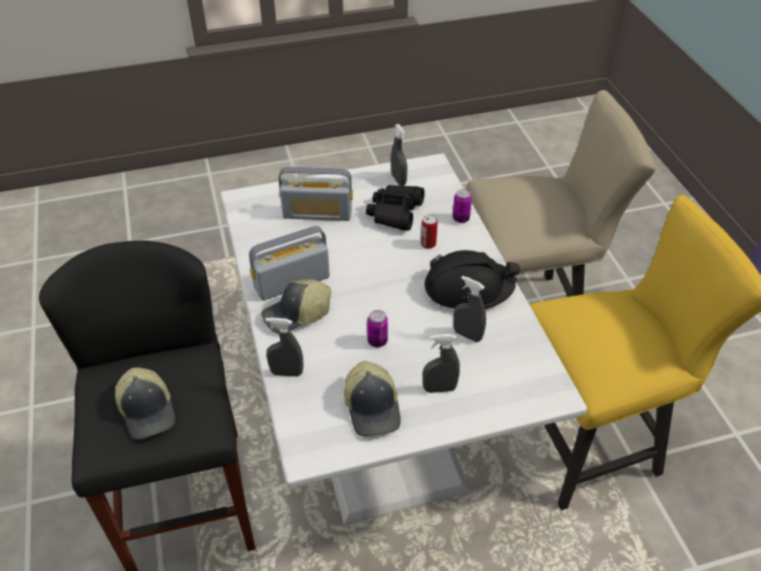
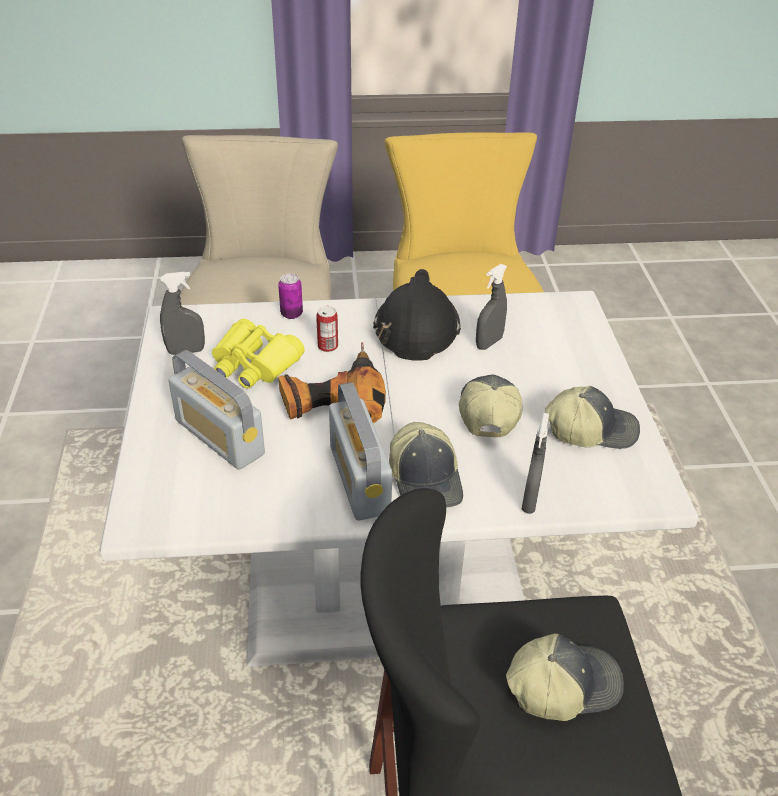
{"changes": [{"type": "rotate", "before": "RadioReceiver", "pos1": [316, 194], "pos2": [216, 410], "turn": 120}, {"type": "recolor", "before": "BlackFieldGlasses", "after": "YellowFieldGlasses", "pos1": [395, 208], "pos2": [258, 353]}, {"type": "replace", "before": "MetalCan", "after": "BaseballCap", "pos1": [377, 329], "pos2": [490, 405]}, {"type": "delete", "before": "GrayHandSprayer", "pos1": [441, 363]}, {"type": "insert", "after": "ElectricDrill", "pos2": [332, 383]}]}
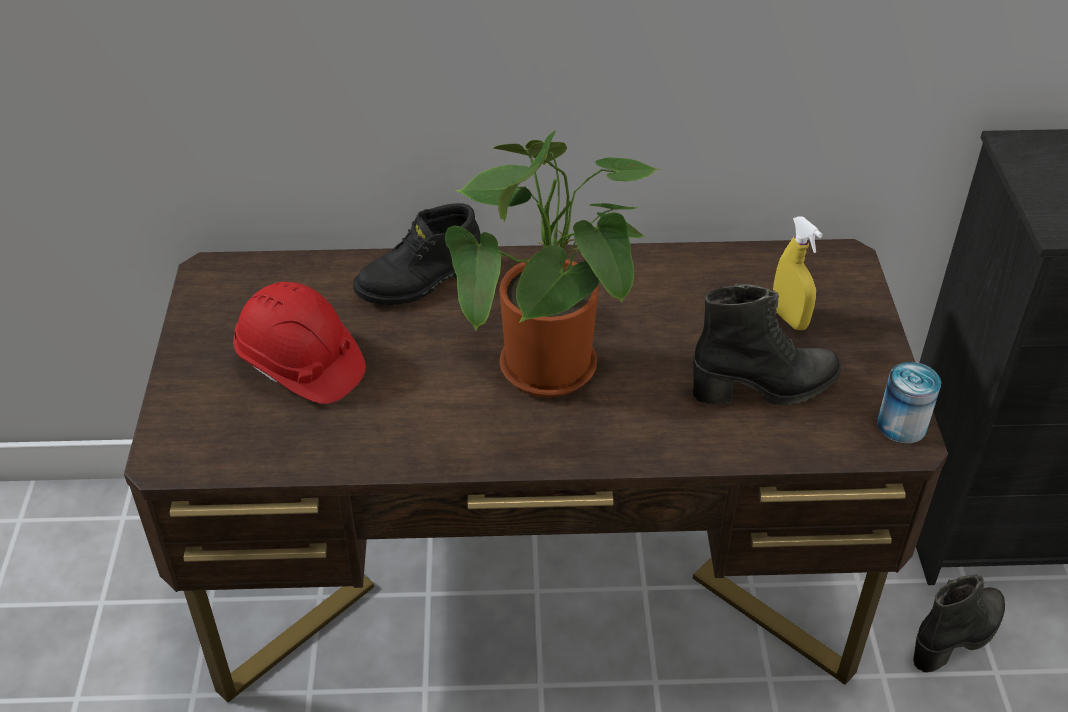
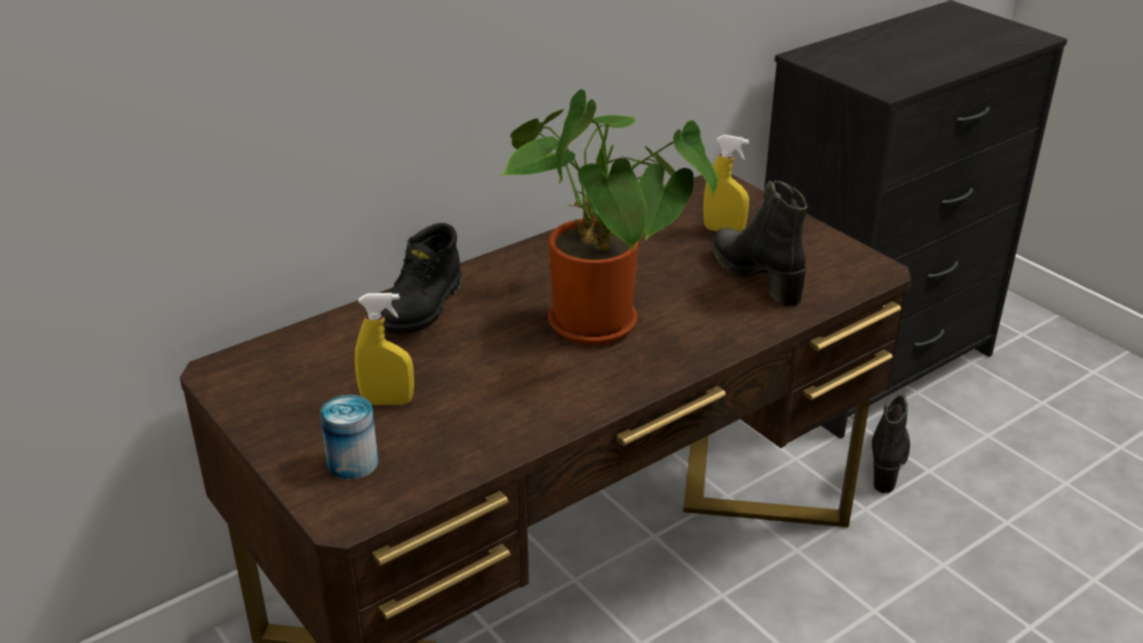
{"changes": [{"type": "replace", "before": "ReddishWorkHelmet", "after": "YellowHandSprayer", "pos1": [299, 343], "pos2": [384, 349]}, {"type": "rotate", "before": "BlackBoot", "pos1": [767, 344], "pos2": [760, 243], "turn": -75}, {"type": "move", "before": "MetalCan", "pos1": [909, 403], "pos2": [349, 437]}]}
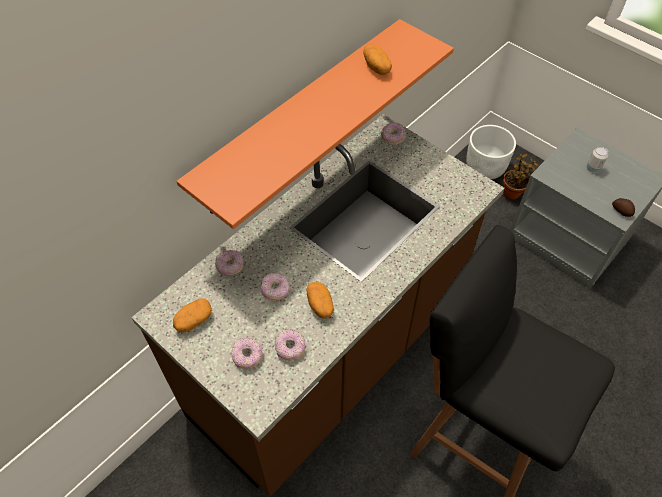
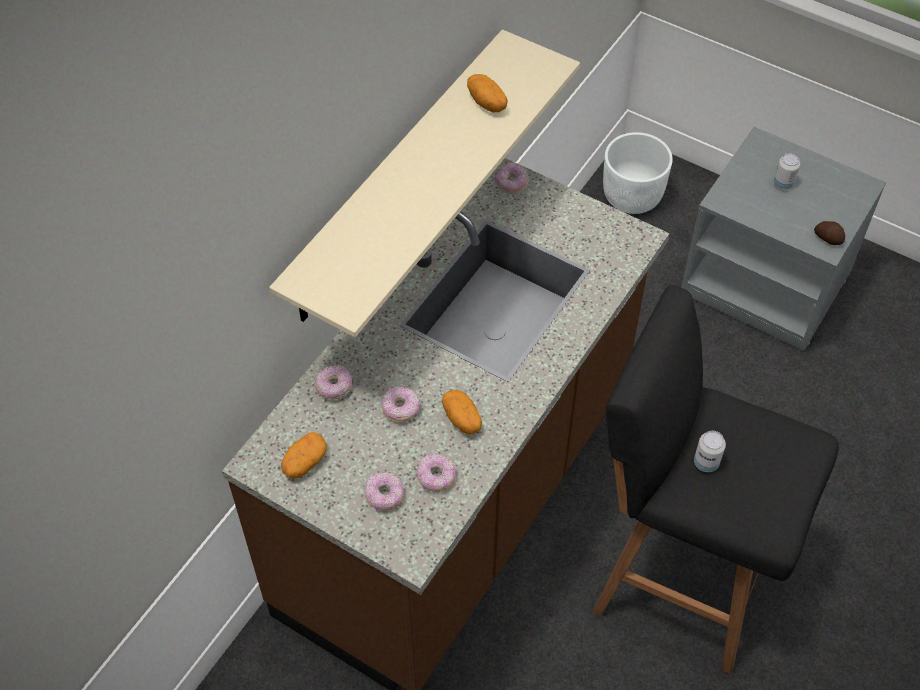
{"changes": [{"type": "recolor", "before": "OrangeyBracketShelf", "after": "SandColouredBracketShelf", "pos1": [315, 124], "pos2": [424, 183]}, {"type": "delete", "before": "Houseplant", "pos1": [521, 176]}, {"type": "insert", "after": "MetalCan", "pos2": [710, 451]}]}
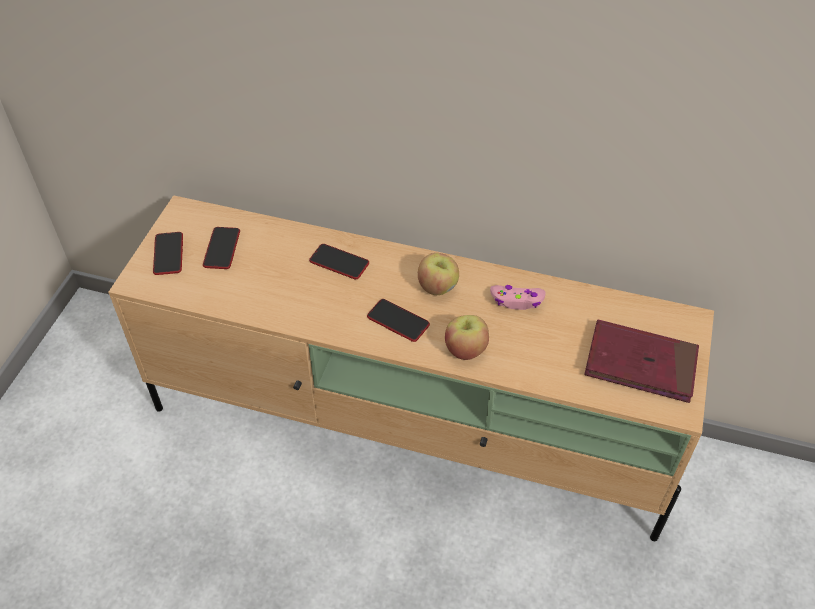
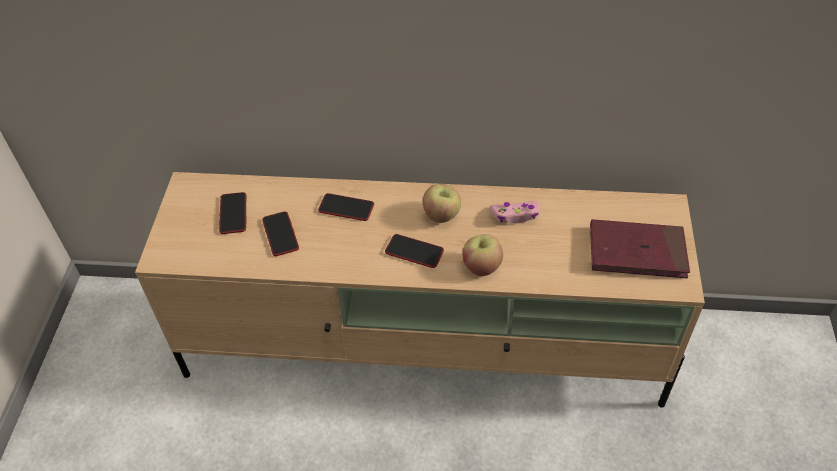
{"changes": [{"type": "move", "before": "Phone", "pos1": [168, 253], "pos2": [280, 233]}]}
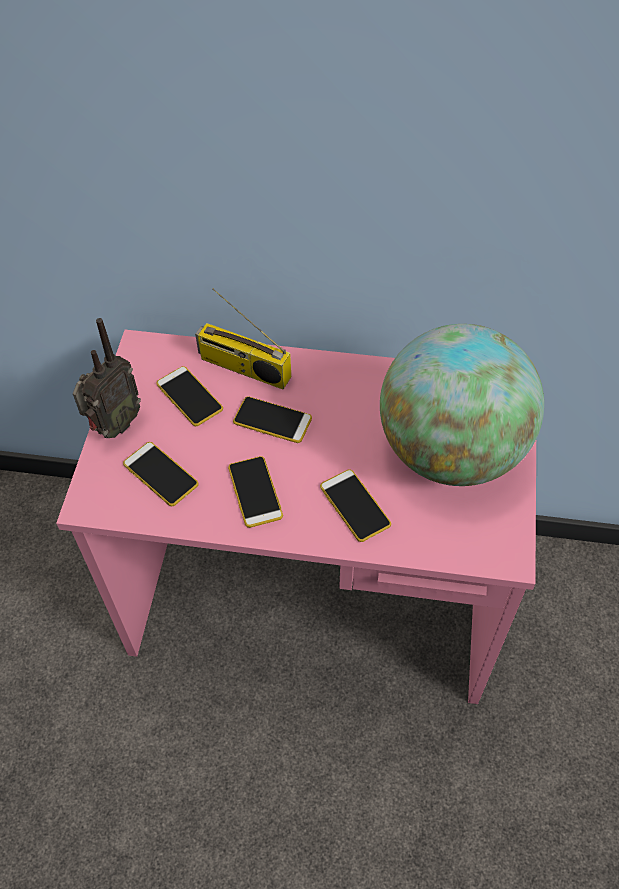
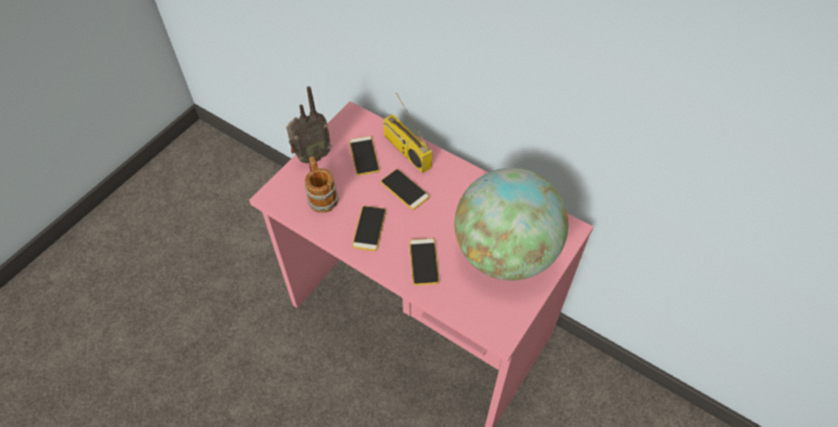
{"changes": [{"type": "replace", "before": "Phone", "after": "TeaMug", "pos1": [161, 474], "pos2": [322, 184]}]}
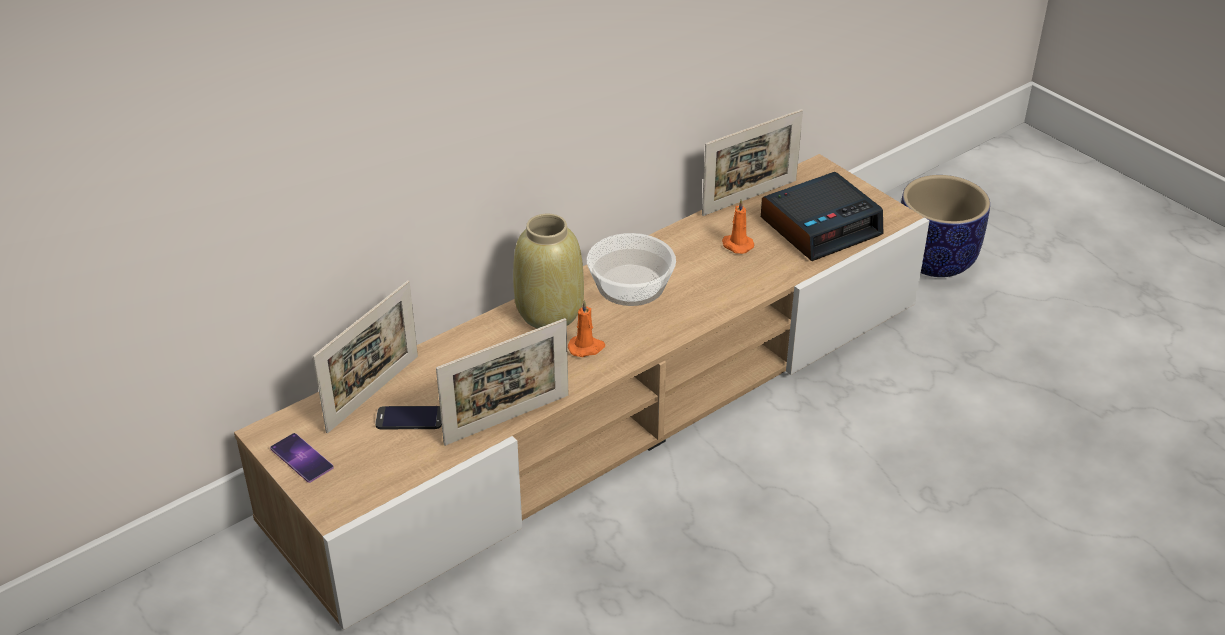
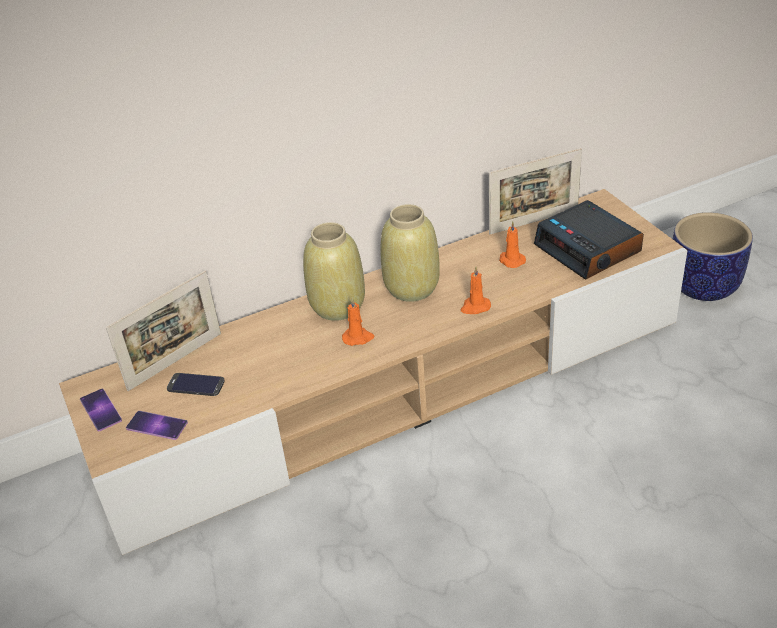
{"changes": [{"type": "rotate", "before": "BedsideClock", "pos1": [822, 216], "pos2": [589, 239], "turn": 75}, {"type": "replace", "before": "Bowl", "after": "SandColouredVase", "pos1": [631, 269], "pos2": [410, 253]}, {"type": "delete", "before": "StandingFrame", "pos1": [502, 382]}, {"type": "insert", "after": "OrangeyCandle", "pos2": [475, 290]}, {"type": "insert", "after": "Phone", "pos2": [157, 425]}]}
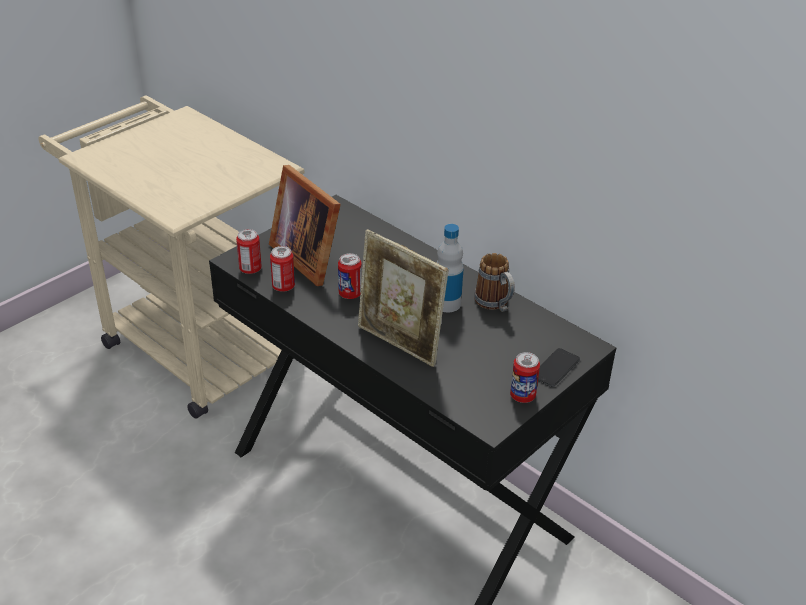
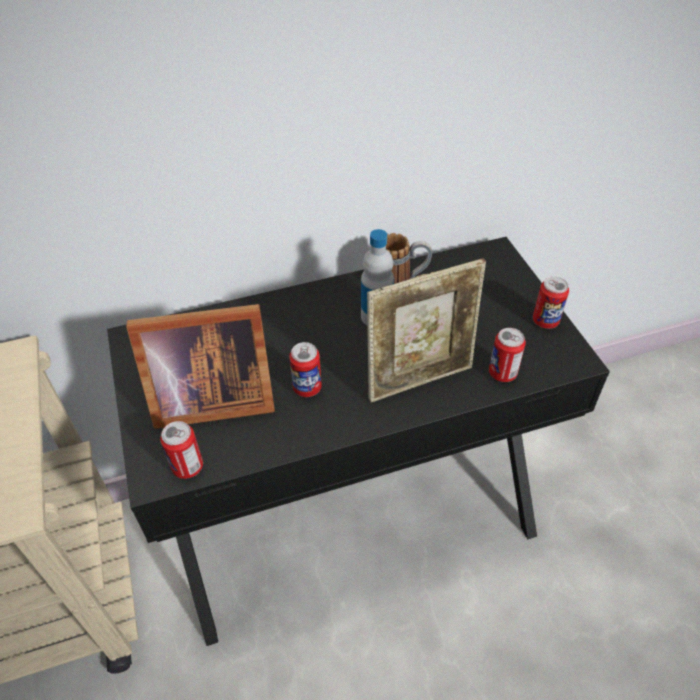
{"changes": [{"type": "move", "before": "MetalCan", "pos1": [282, 269], "pos2": [507, 355]}, {"type": "delete", "before": "Phone", "pos1": [559, 367]}]}
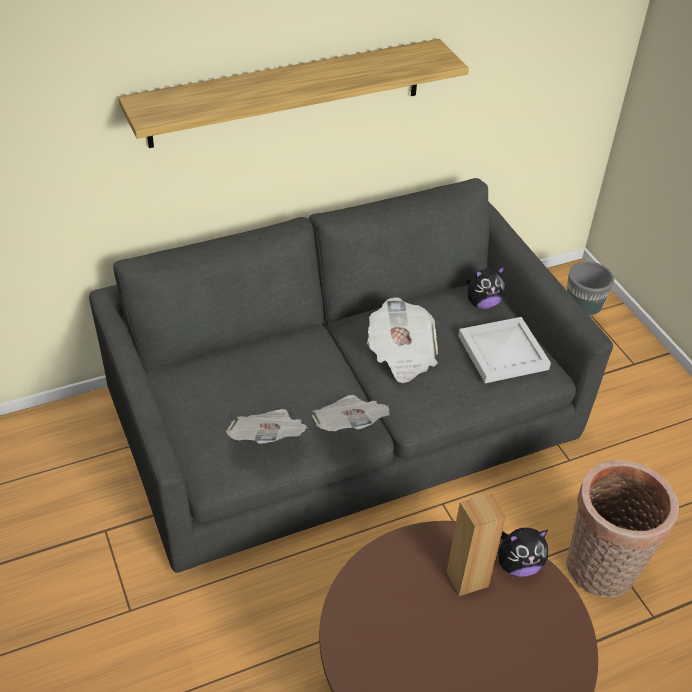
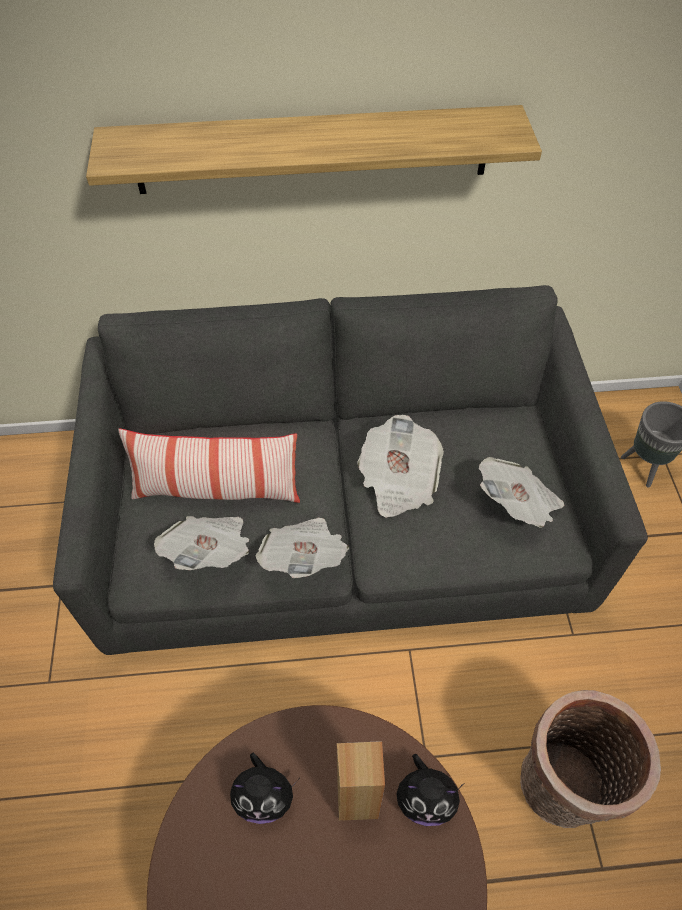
{"changes": [{"type": "move", "before": "CuddlyToy", "pos1": [486, 287], "pos2": [264, 788]}, {"type": "replace", "before": "WhiteTray", "after": "PrintedPaper", "pos1": [504, 350], "pos2": [521, 492]}, {"type": "insert", "after": "Pillow", "pos2": [209, 466]}]}
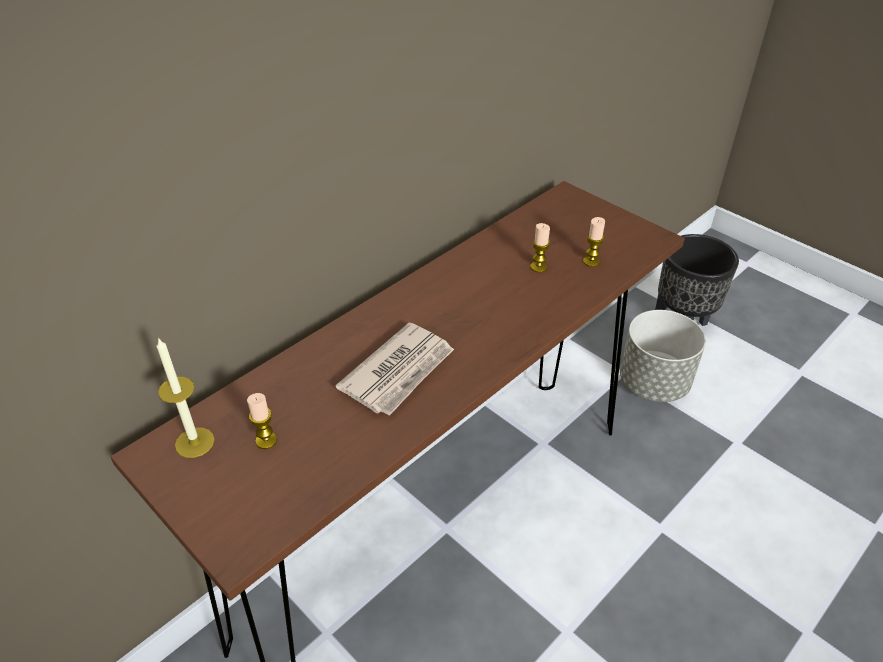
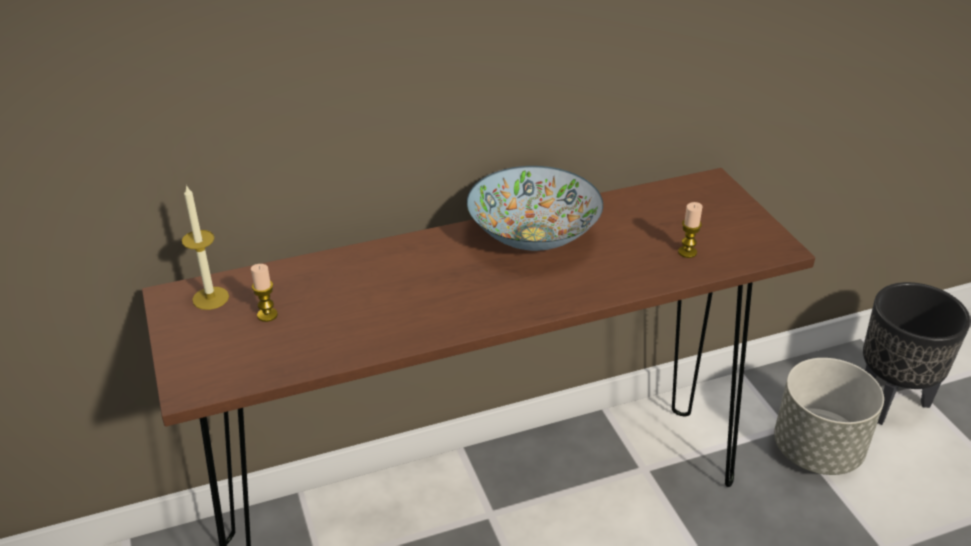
{"changes": [{"type": "delete", "before": "Candle", "pos1": [540, 247]}, {"type": "delete", "before": "PrintedPaper", "pos1": [395, 369]}, {"type": "insert", "after": "Bowl", "pos2": [535, 208]}]}
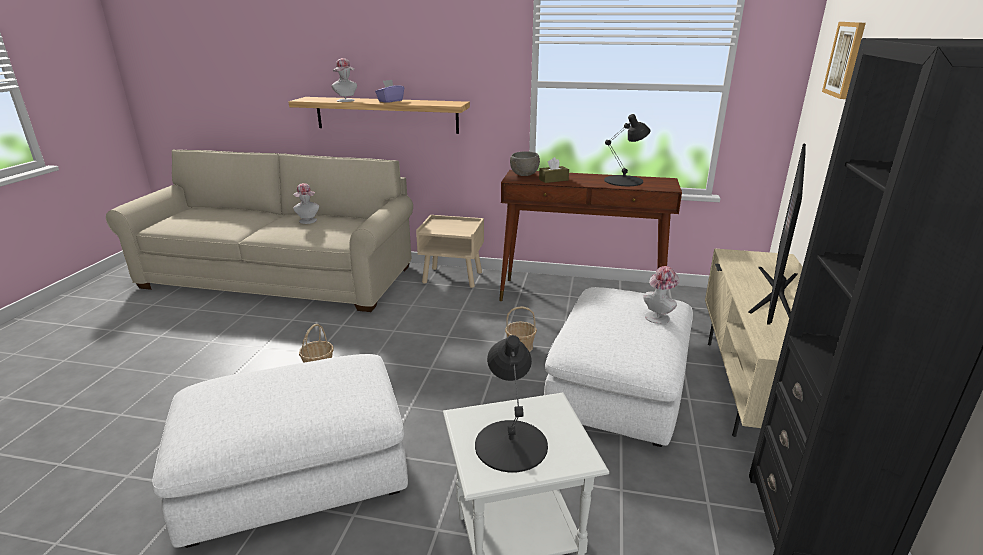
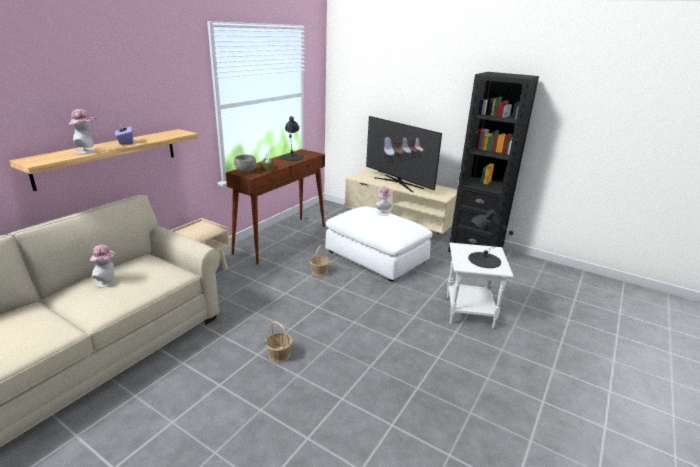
{"changes": [{"type": "delete", "before": "WallPicture", "pos1": [844, 60]}, {"type": "delete", "before": "WhiteFootrest", "pos1": [280, 451]}]}
